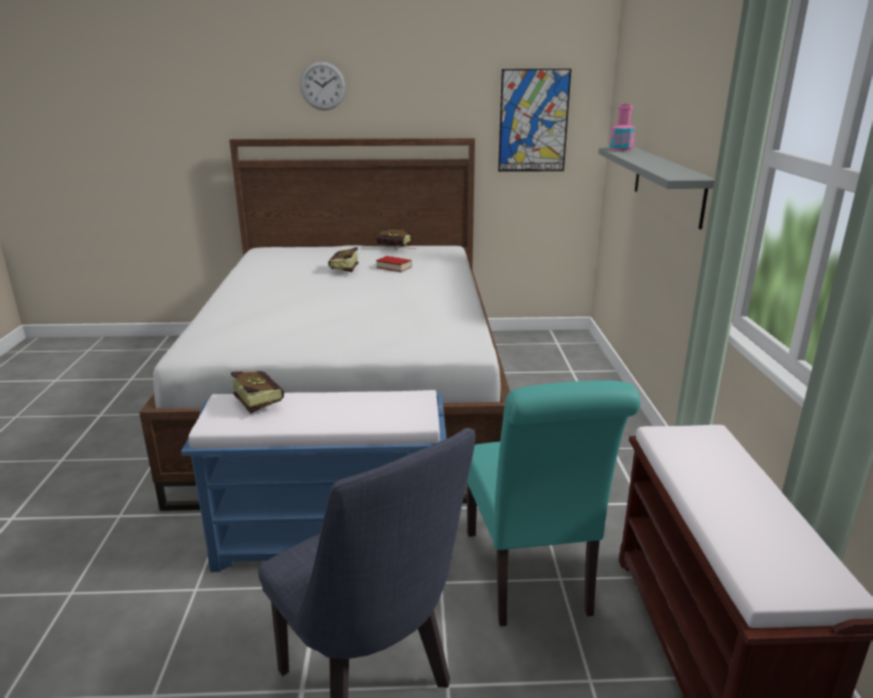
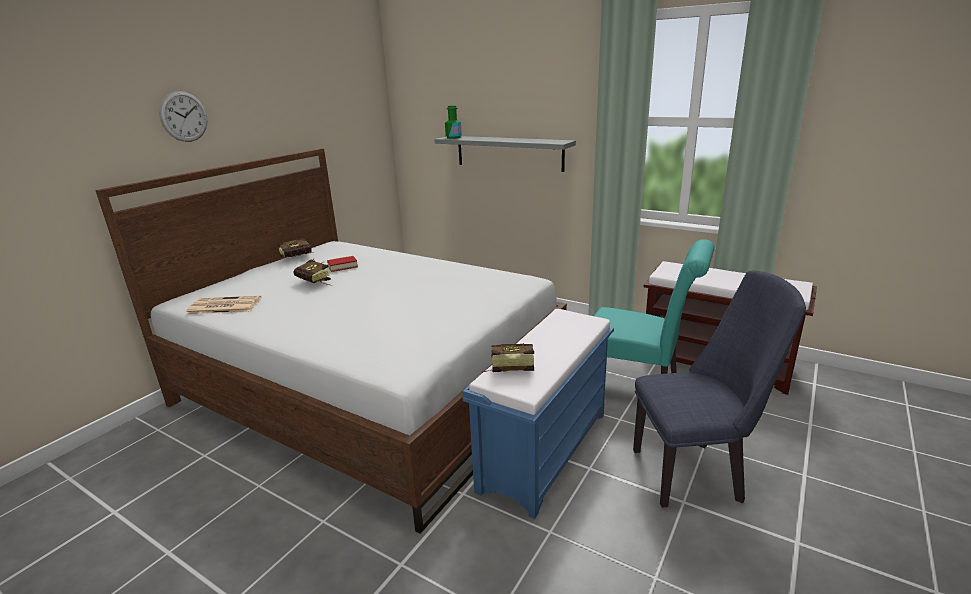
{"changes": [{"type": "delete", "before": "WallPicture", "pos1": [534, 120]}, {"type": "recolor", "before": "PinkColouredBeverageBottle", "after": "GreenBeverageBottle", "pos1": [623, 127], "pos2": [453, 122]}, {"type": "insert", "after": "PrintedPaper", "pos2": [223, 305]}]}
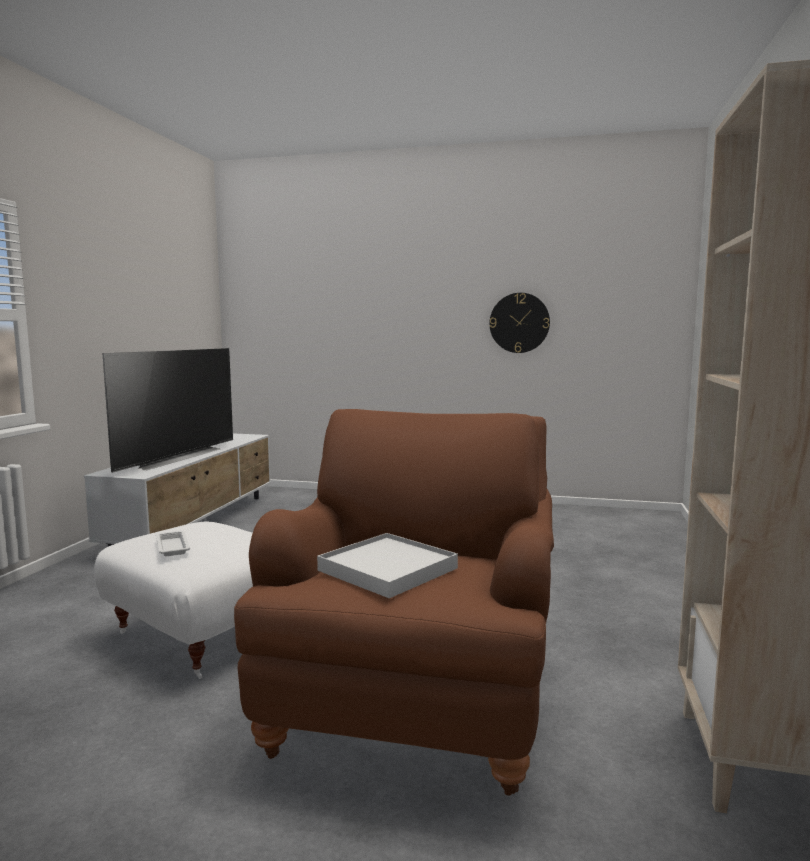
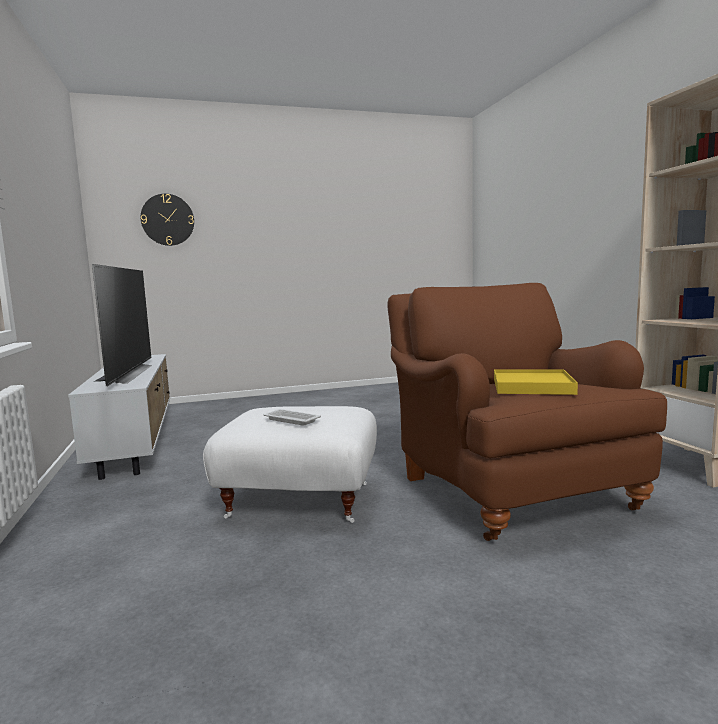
{"changes": [{"type": "move", "before": "WallClock", "pos1": [519, 323], "pos2": [167, 220]}, {"type": "recolor", "before": "WhiteTray", "after": "YellowTray", "pos1": [387, 565], "pos2": [536, 382]}]}
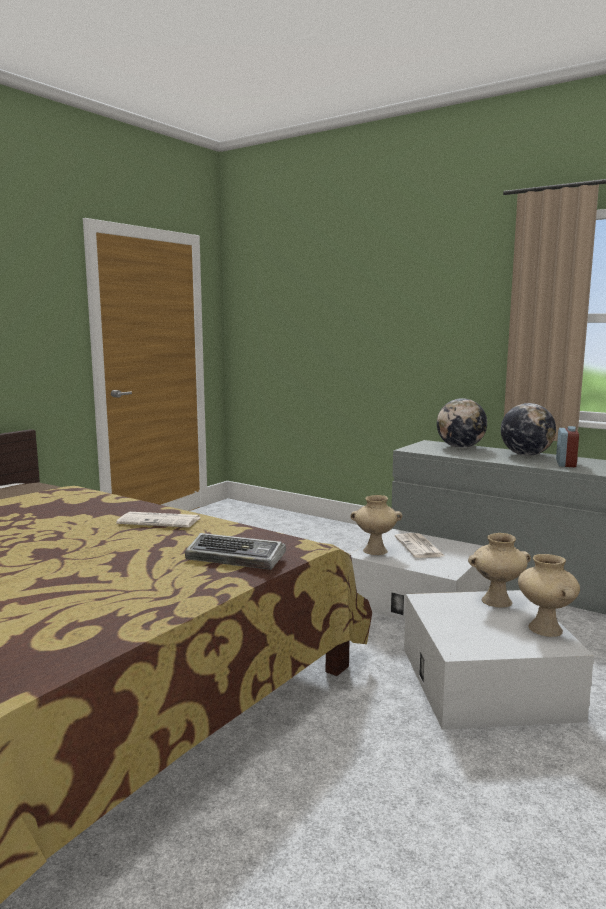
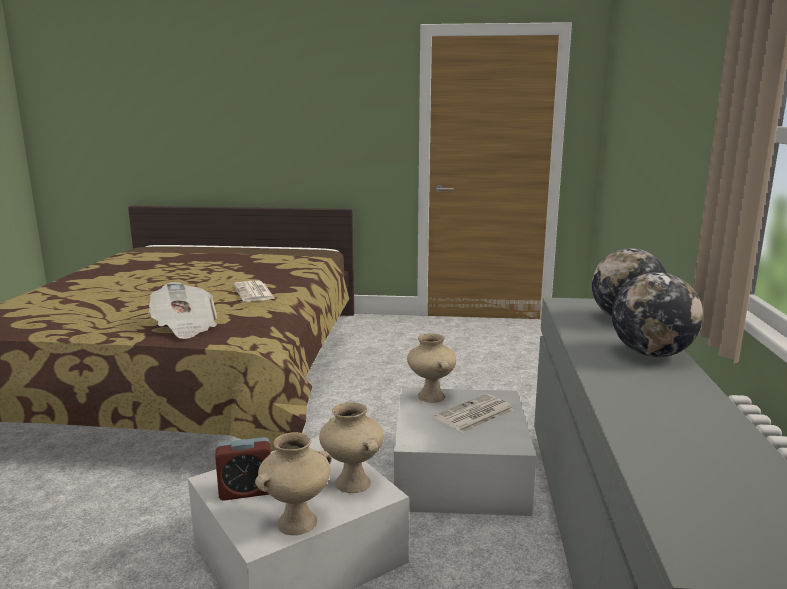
{"changes": [{"type": "move", "before": "BedsideClock", "pos1": [567, 446], "pos2": [243, 469]}, {"type": "replace", "before": "PcKeyboard", "after": "PrintedPaper", "pos1": [235, 551], "pos2": [182, 310]}]}
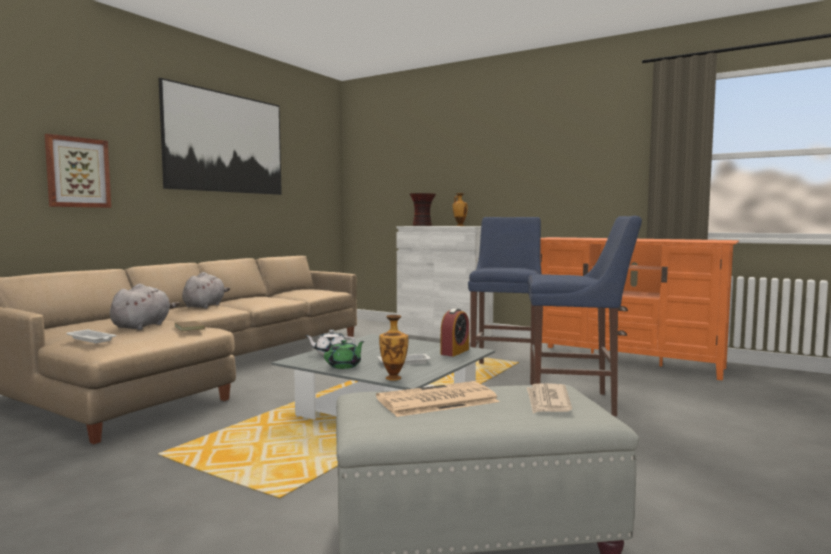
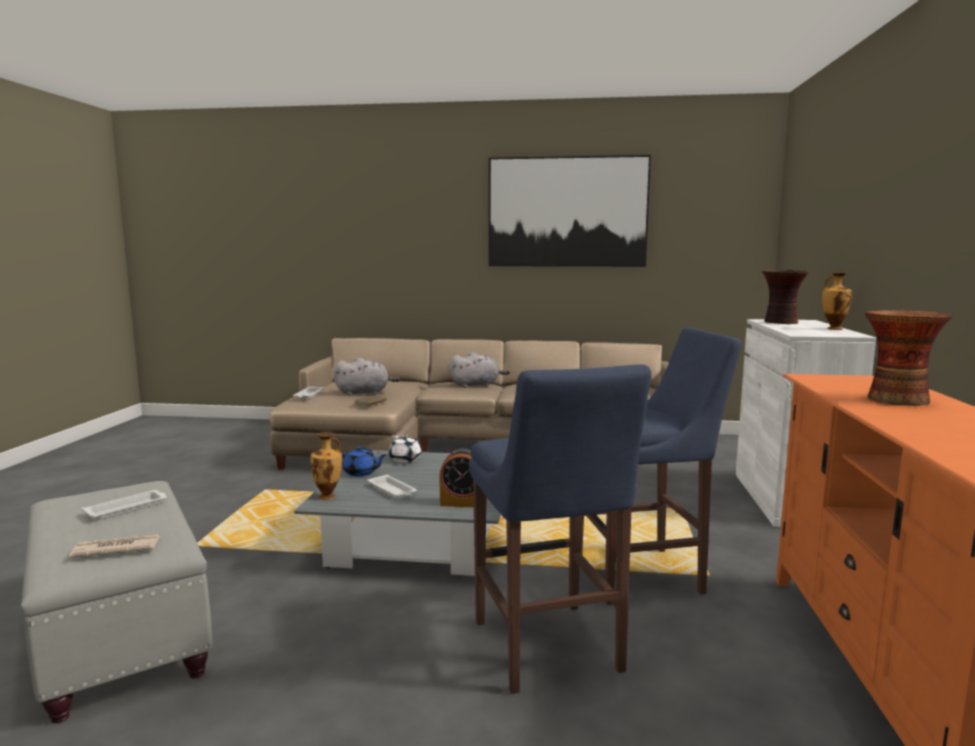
{"changes": [{"type": "delete", "before": "WallPicture", "pos1": [78, 171]}, {"type": "recolor", "before": "GreenPotForTea", "after": "BluishPotForTea", "pos1": [344, 354], "pos2": [364, 461]}, {"type": "replace", "before": "PrintedPaper", "after": "WhiteTray", "pos1": [438, 399], "pos2": [124, 505]}, {"type": "insert", "after": "Vase", "pos2": [908, 358]}]}
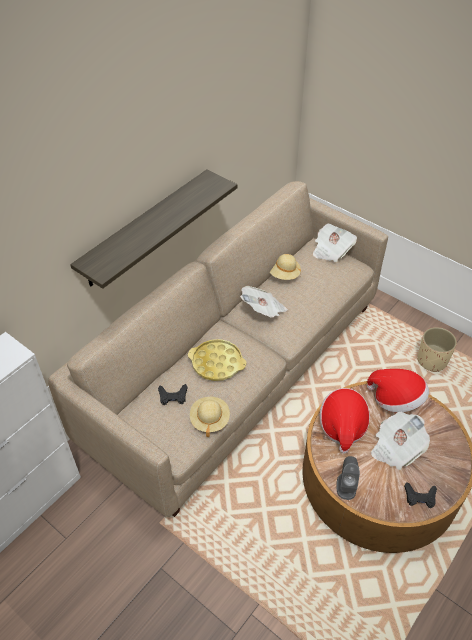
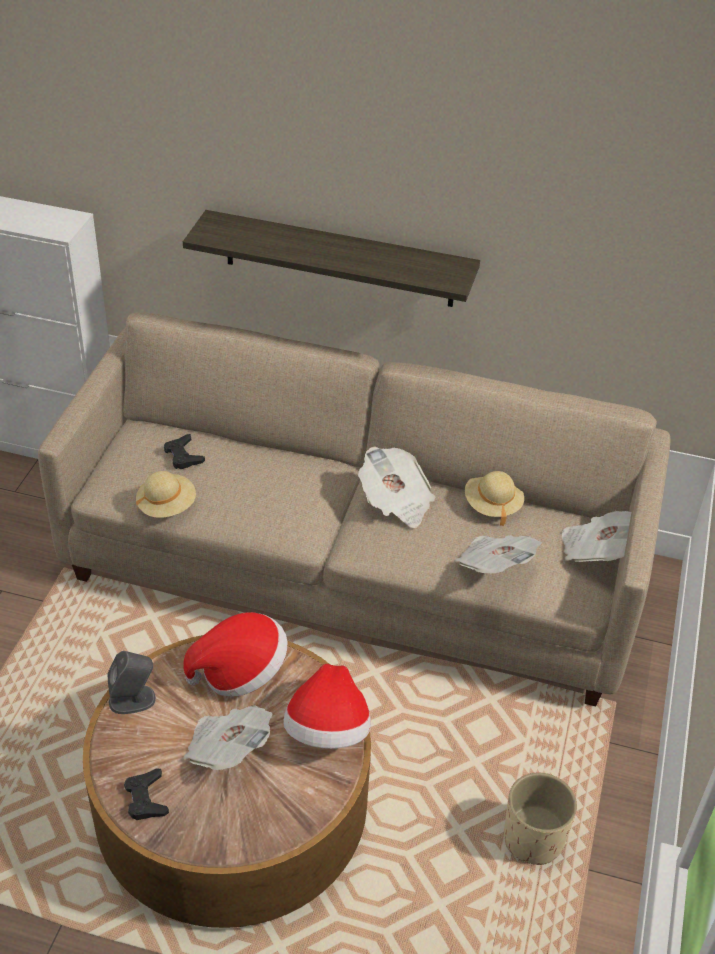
{"changes": [{"type": "delete", "before": "YellowTray", "pos1": [217, 360]}, {"type": "insert", "after": "PrintedPaper", "pos2": [498, 554]}]}
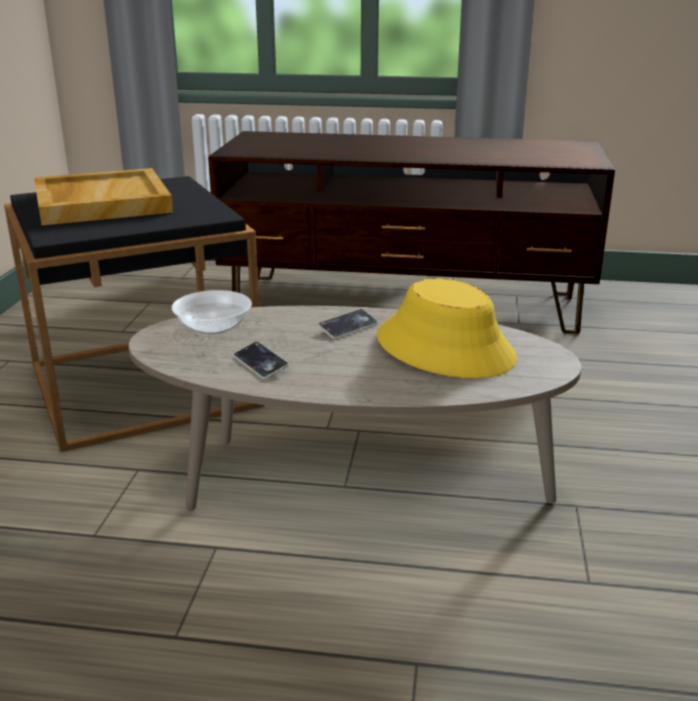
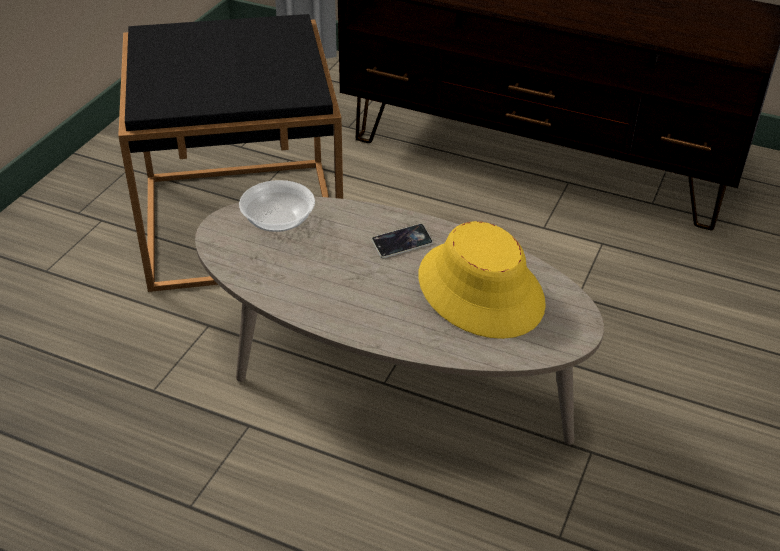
{"changes": [{"type": "delete", "before": "SandColouredTray", "pos1": [103, 197]}, {"type": "delete", "before": "Phone", "pos1": [261, 360]}]}
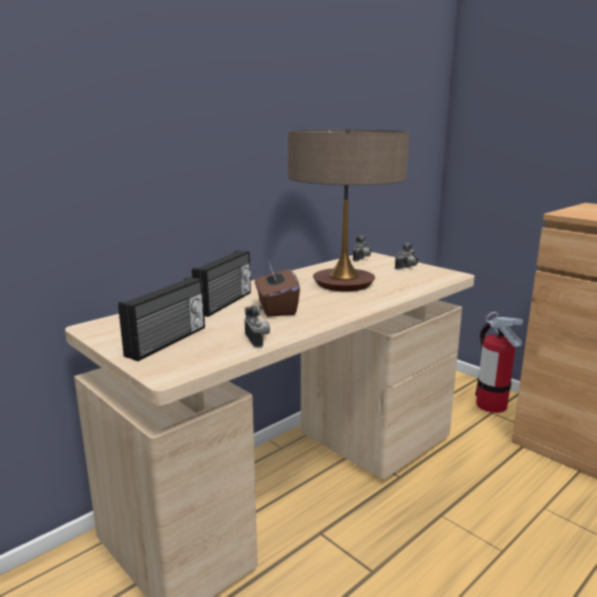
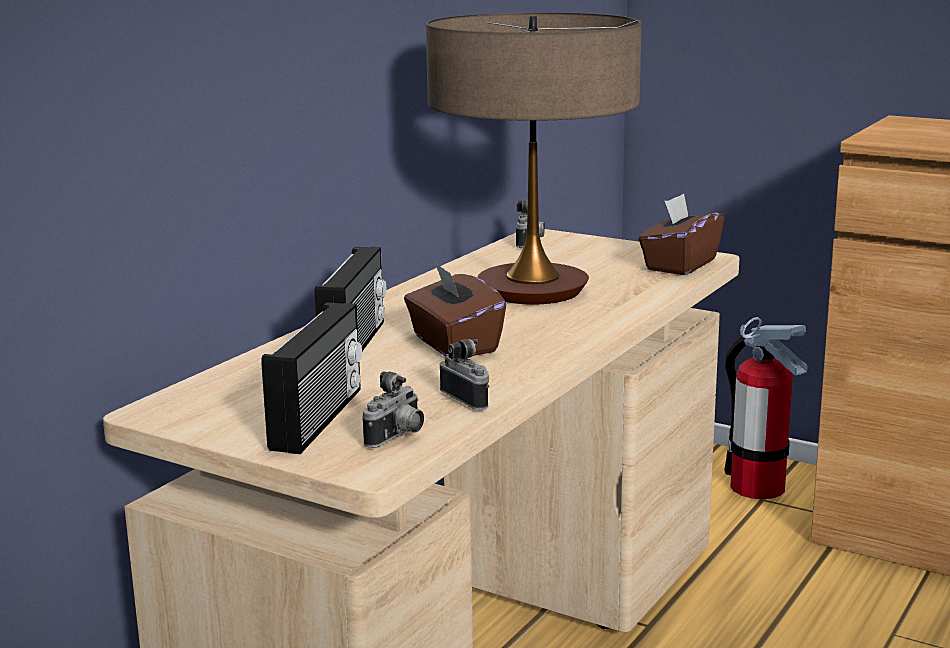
{"changes": [{"type": "move", "before": "PhotoCamera", "pos1": [406, 256], "pos2": [393, 409]}, {"type": "insert", "after": "BrownColouredTissueHolder", "pos2": [681, 234]}]}
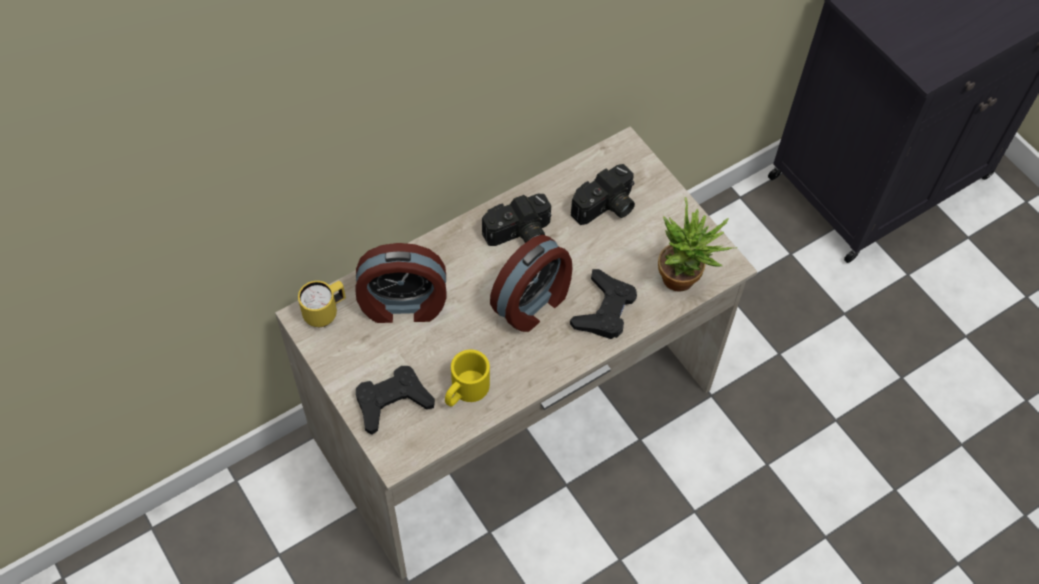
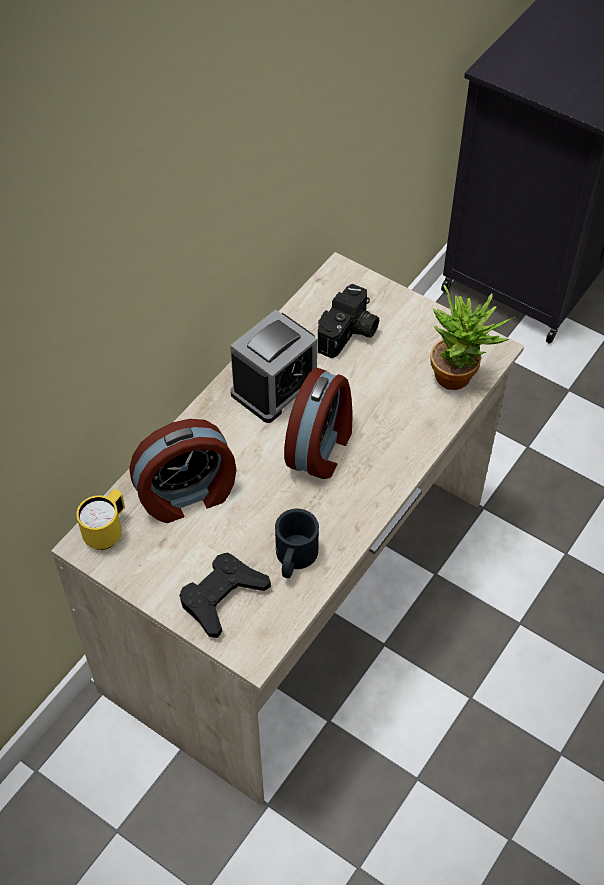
{"changes": [{"type": "replace", "before": "PhotoCamera", "after": "BedsideClock", "pos1": [516, 220], "pos2": [273, 366]}, {"type": "delete", "before": "BlackJoypad", "pos1": [603, 304]}, {"type": "recolor", "before": "YellowTeaMug", "after": "BlackTeaMug", "pos1": [467, 378], "pos2": [297, 543]}]}
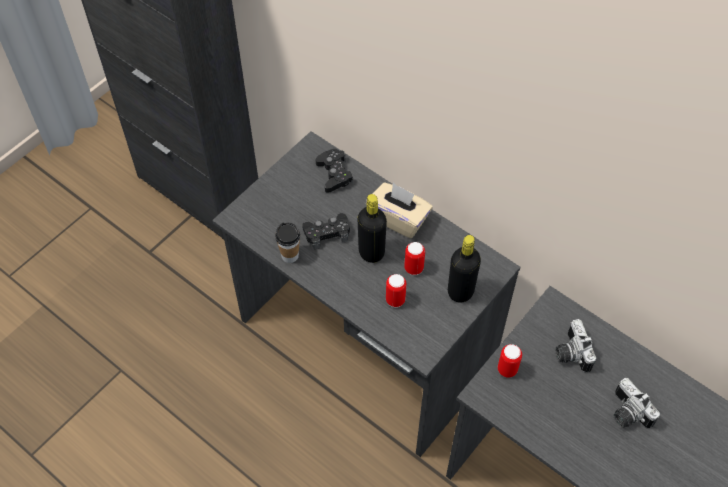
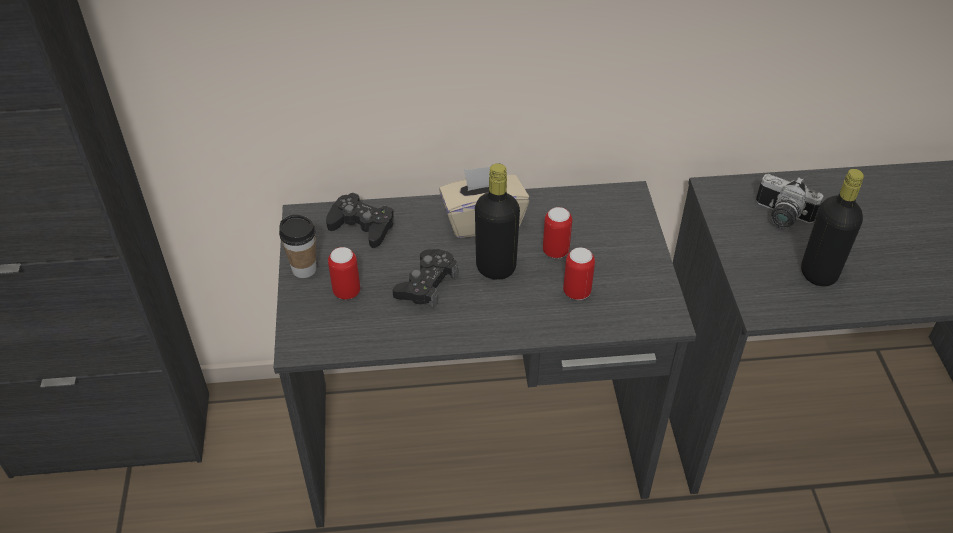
{"changes": [{"type": "move", "before": "Cup", "pos1": [287, 242], "pos2": [298, 246]}, {"type": "move", "before": "BlackBeverageBottle", "pos1": [464, 269], "pos2": [832, 228]}, {"type": "move", "before": "MetalCan", "pos1": [510, 361], "pos2": [344, 273]}, {"type": "delete", "before": "PhotoCamera", "pos1": [637, 403]}]}
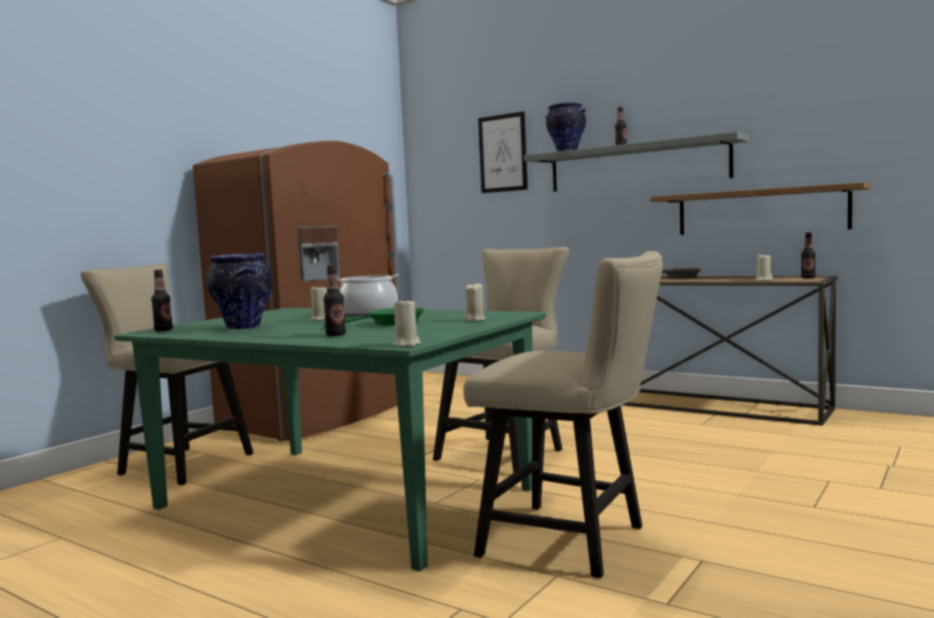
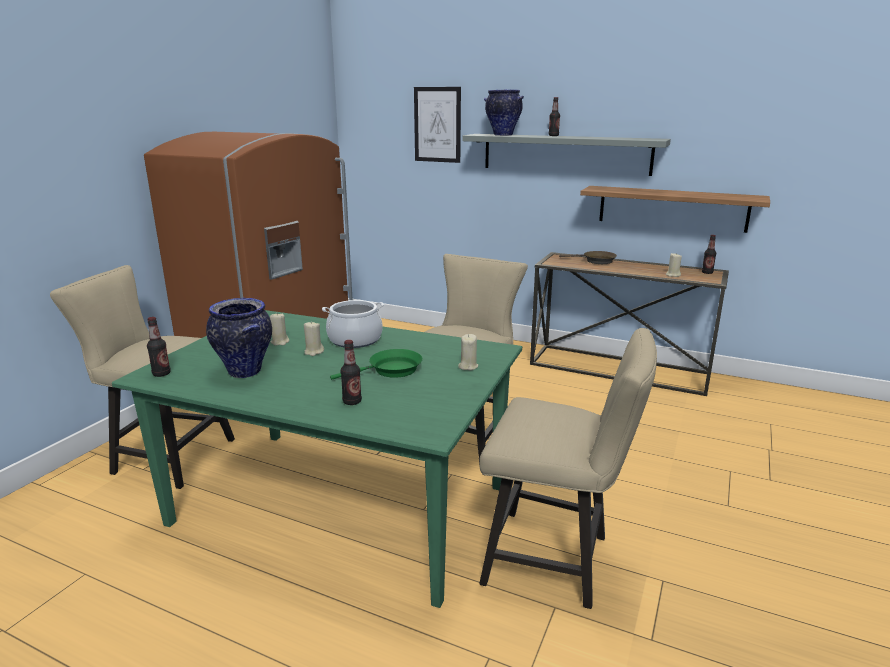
{"changes": [{"type": "move", "before": "SandColouredCandle", "pos1": [407, 322], "pos2": [279, 329]}]}
